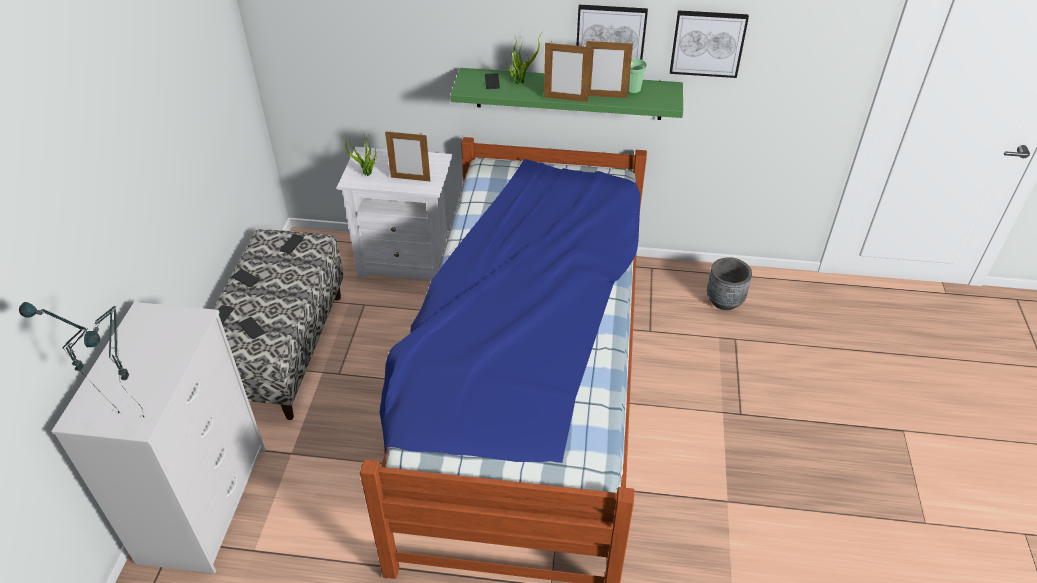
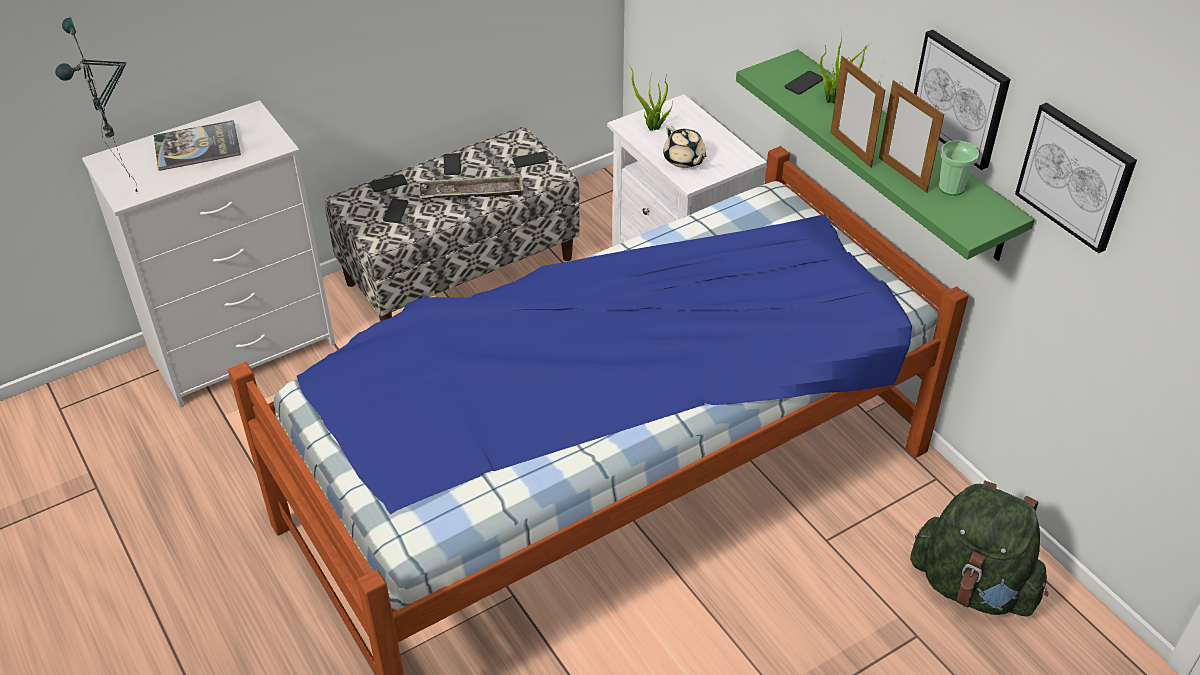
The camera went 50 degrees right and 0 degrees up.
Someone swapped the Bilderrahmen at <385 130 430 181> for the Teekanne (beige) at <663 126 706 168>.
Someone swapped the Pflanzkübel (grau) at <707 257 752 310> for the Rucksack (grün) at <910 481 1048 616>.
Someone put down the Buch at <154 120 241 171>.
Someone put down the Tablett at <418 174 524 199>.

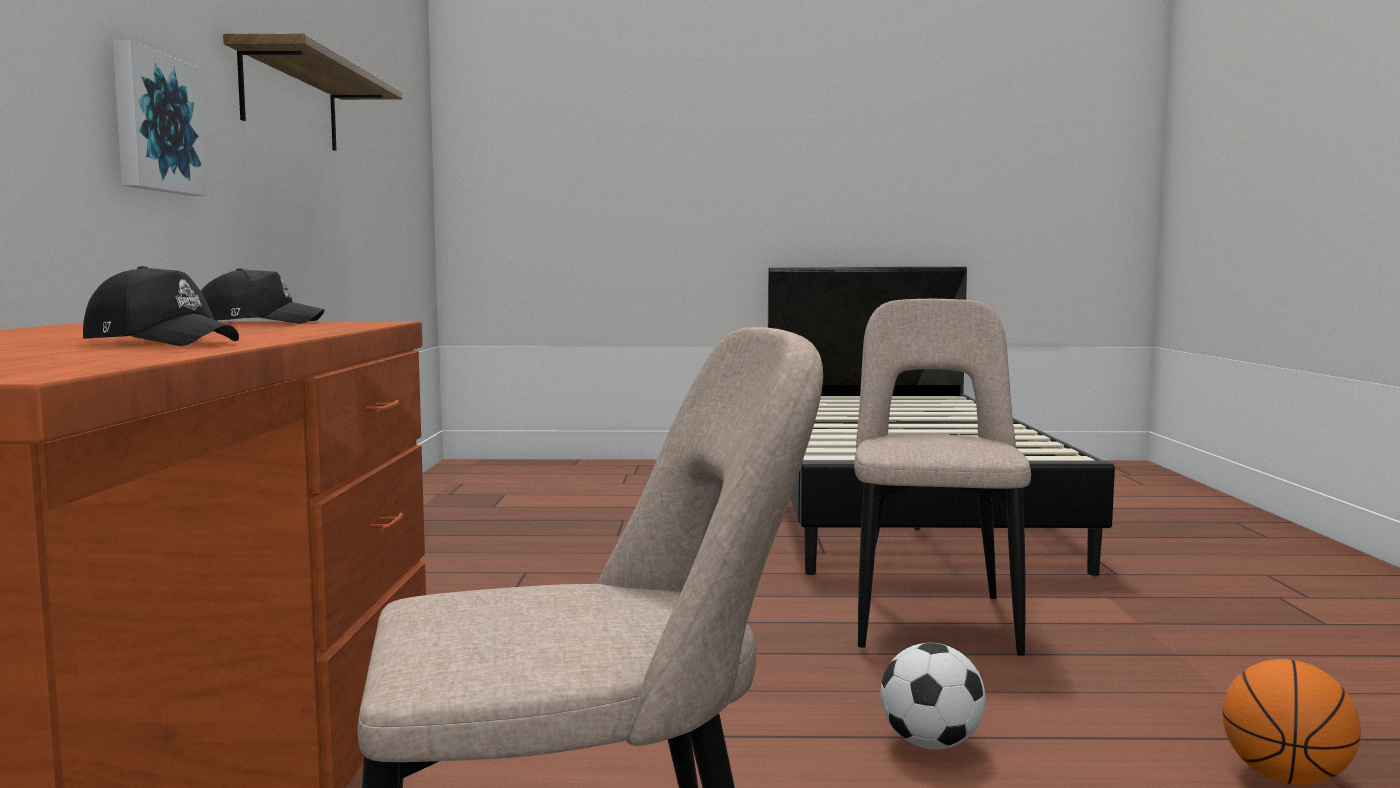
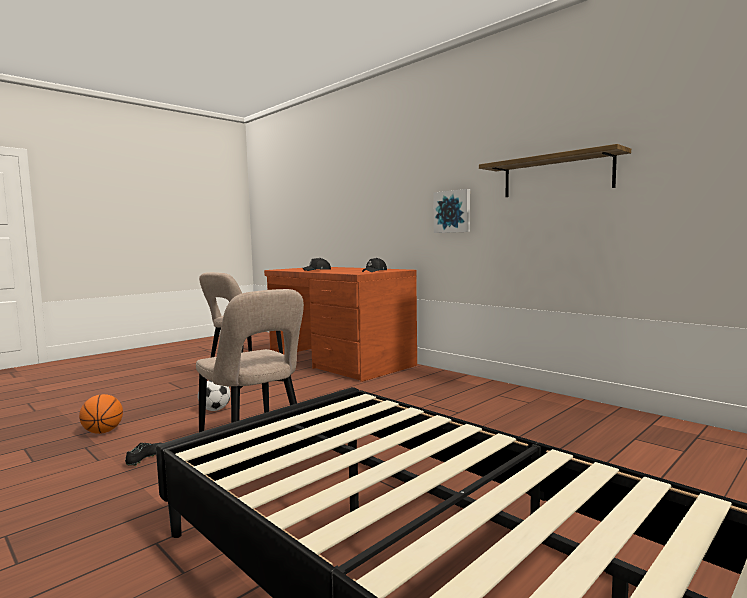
The camera went 135 degrees right and 0 degrees up.
Someone put down the Schuh (schwarz) at <125 443 161 466>.

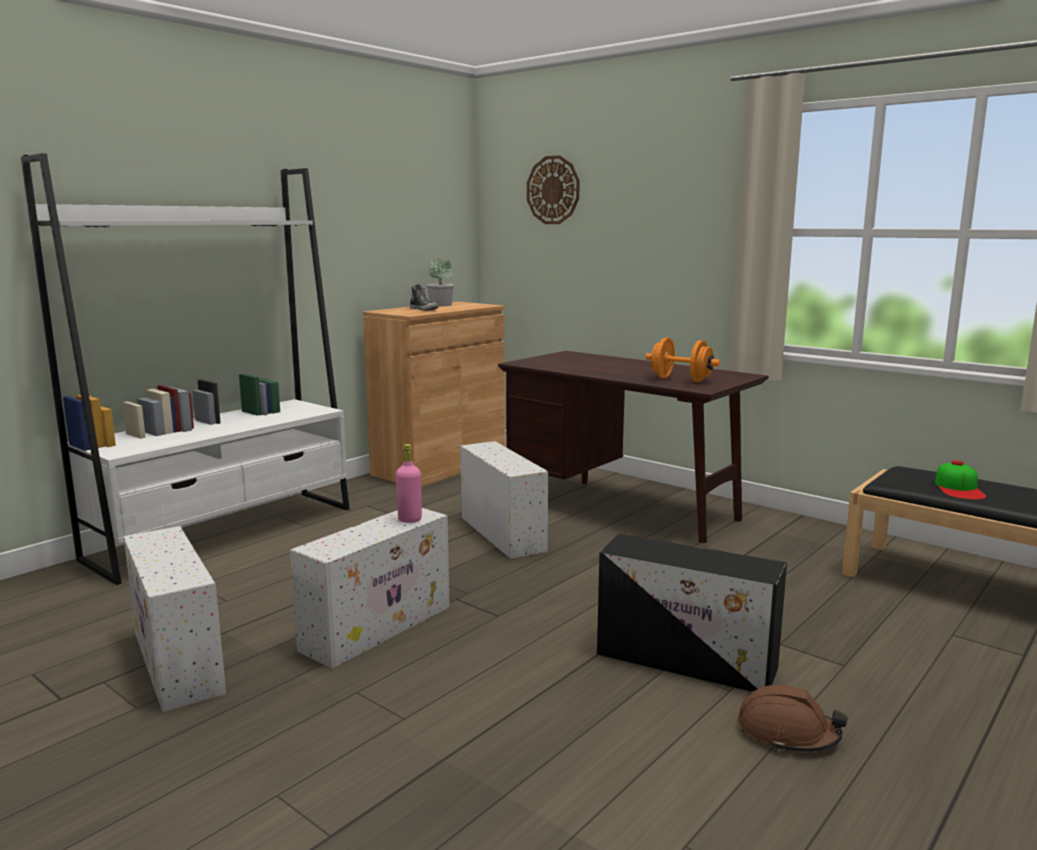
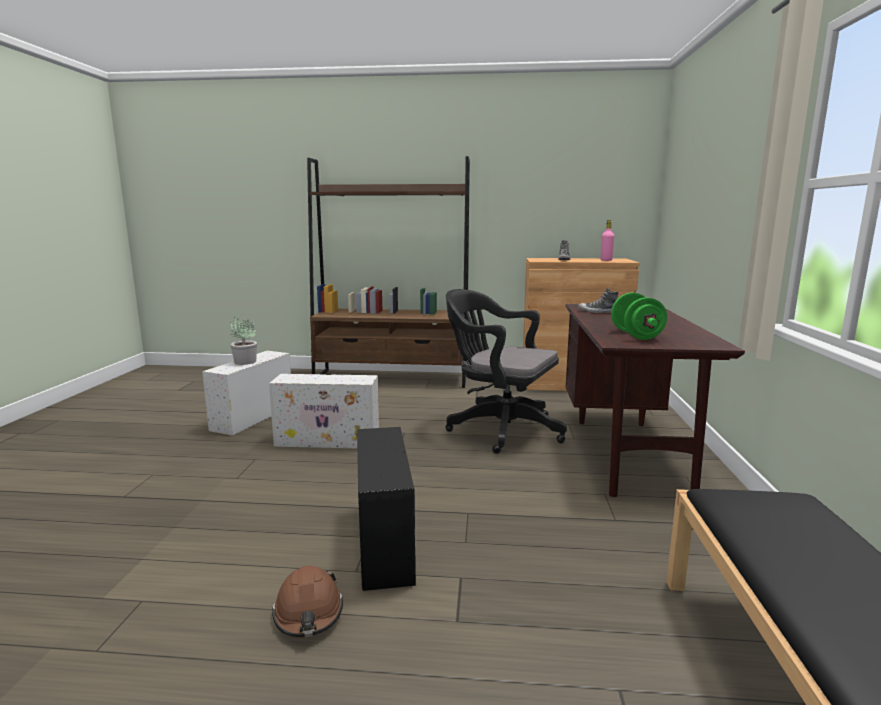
The camera went 55 degrees right and 0 degrees up.
Someone repainted the Bücherregal (weiß) at <21 153 350 585>, which became the Bücherregal (braun) at <307 156 470 388>.
Someone took away the Wanduhr at <527 155 580 224>.
Someone carried the Topfpflanze from <427 258 454 306> to <230 317 257 365>.
Someone repainted the Hantel (orange) at <646 338 720 382>, which became the Hantel (grün) at <611 293 667 340>.
Someone swapped the Aufbewahrungsbox (weiß) at <460 441 548 559> for the Bürostuhl (schwarz) at <445 289 567 454>.
Someone carried the Flasche (rosa) from <396 444 422 523> to <601 220 614 261>.
Someone took away the Kappe at <935 460 986 500>.
Someone put down the Schuh at <578 288 619 313>.

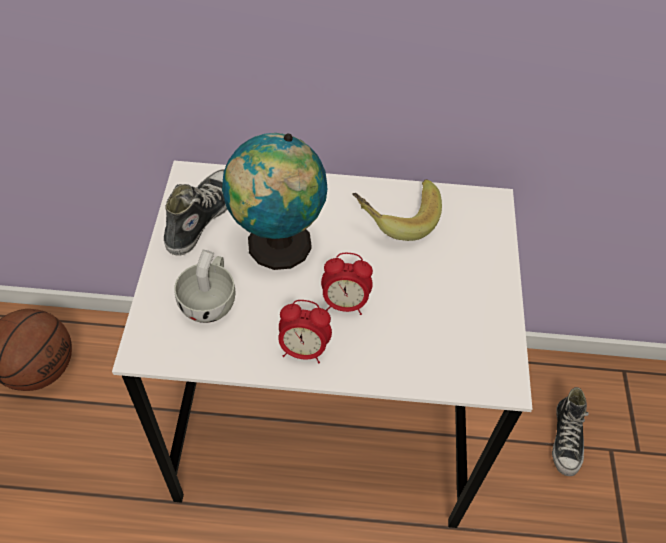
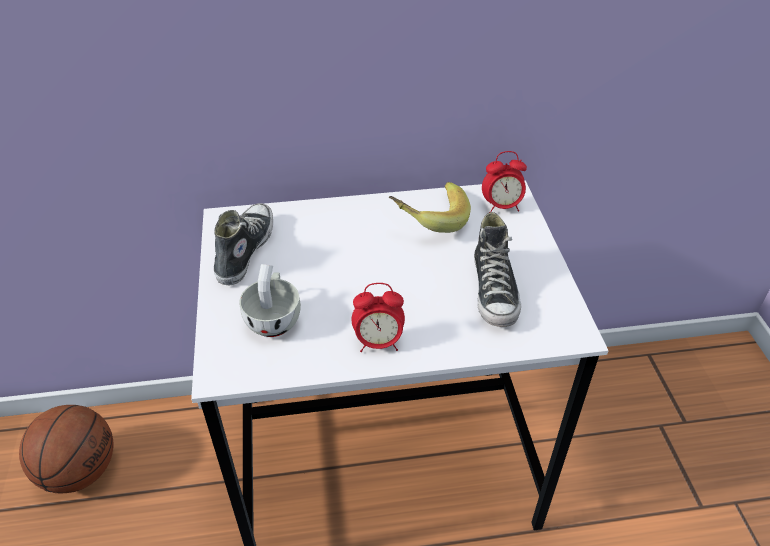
The camera went 10 degrees left and 10 degrees down.
Someone took away the Globus at <222 133 327 270>.
Someone carried the Wecker from <321 253 373 315> to <482 151 527 212>.
Someone carried the Schuh from <552 387 589 476> to <474 212 521 327>.

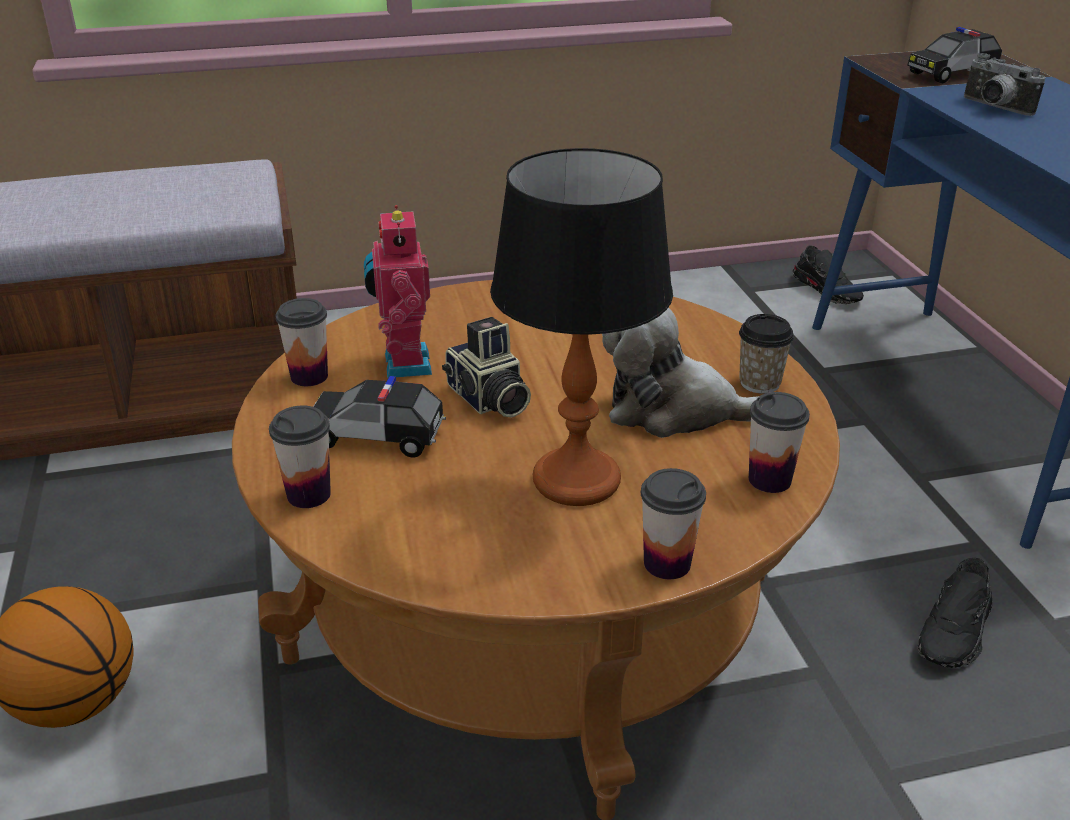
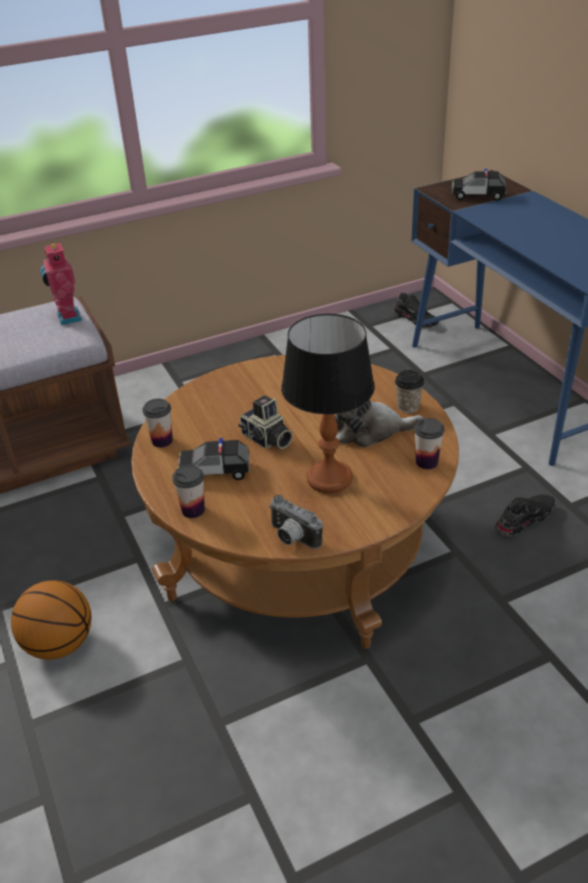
The camera went 10 degrees left and 5 degrees up.
Someone rotated the Spielzeugauto at <907 27 1002 83> by 45 degrees clockwise.
Someone carried the Kamera from <964 53 1045 116> to <269 495 323 549>.
Someone carried the Spielzeugroboter from <364 205 432 378> to <40 241 82 325>.
Someone took away the Tasse at <641 468 706 579>.
Someone rotated the Schuh (schwarz) at <918 558 993 668> by 150 degrees counterclockwise.

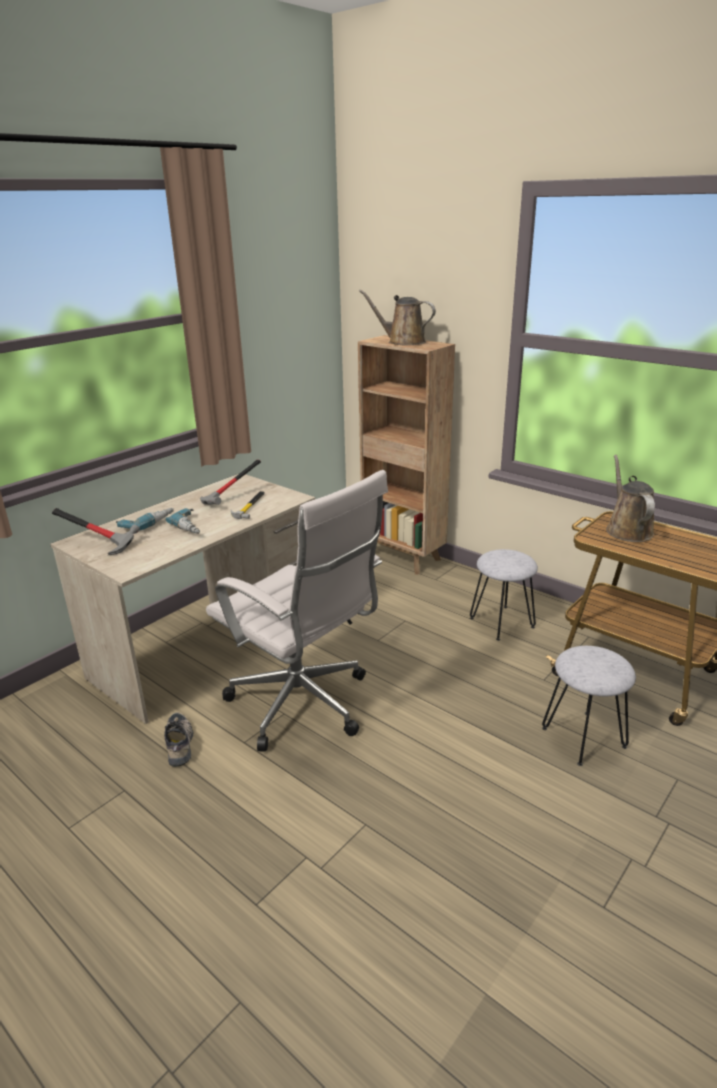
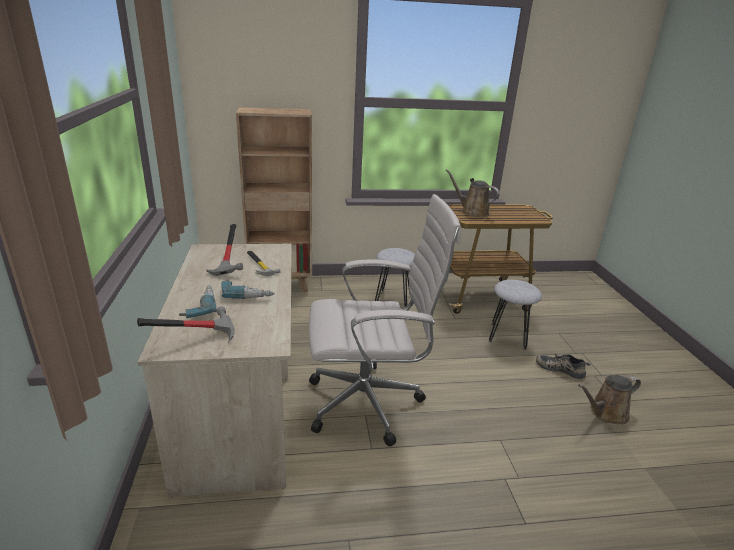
The camera went 50 degrees left and 0 degrees up.
Someone carried the Gießkanne (braun) from <359 290 436 345> to <578 375 641 425>.
Someone carried the Schuh from <164 712 193 767> to <536 354 591 379>.

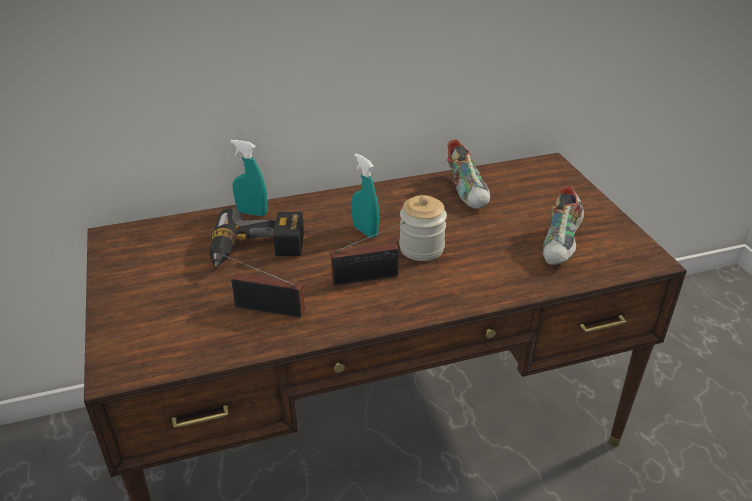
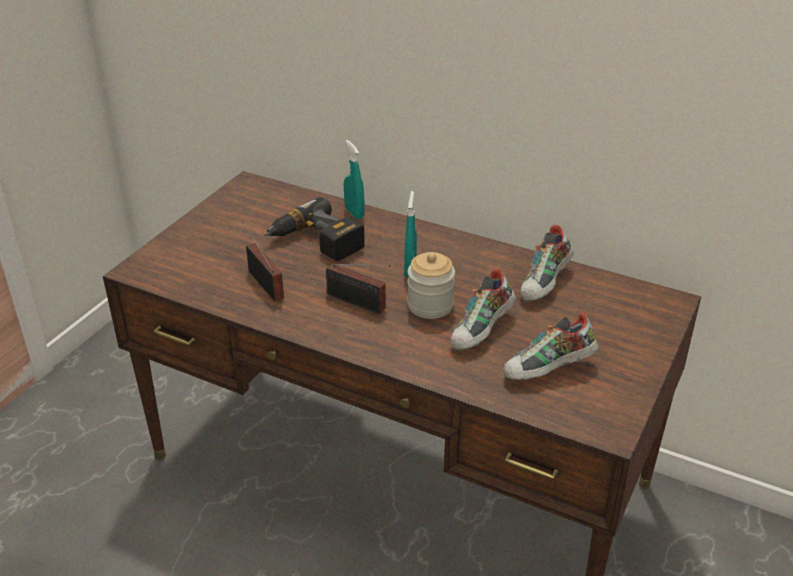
The camera went 45 degrees right and 0 degrees up.
Someone put down the Schuh at <451 268 516 351>.

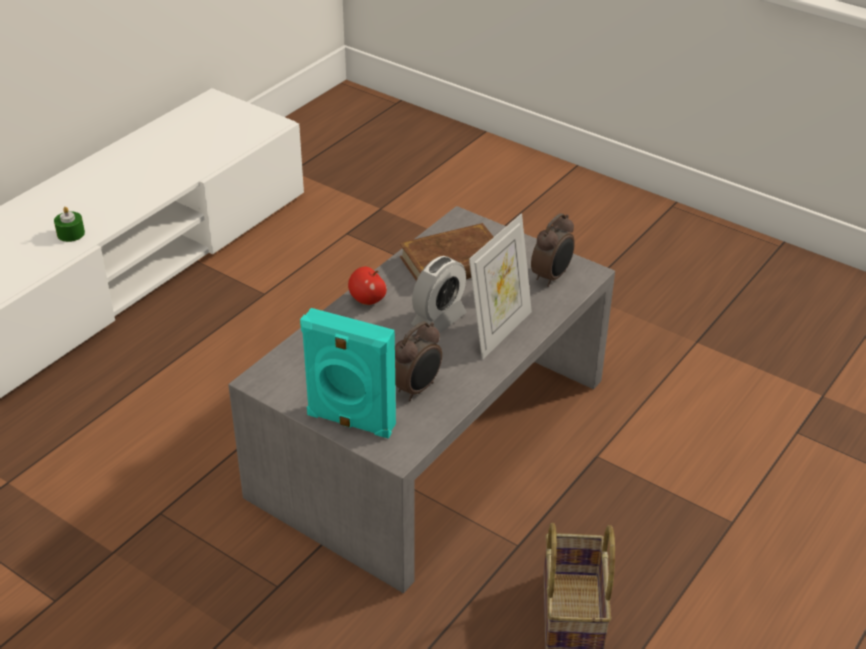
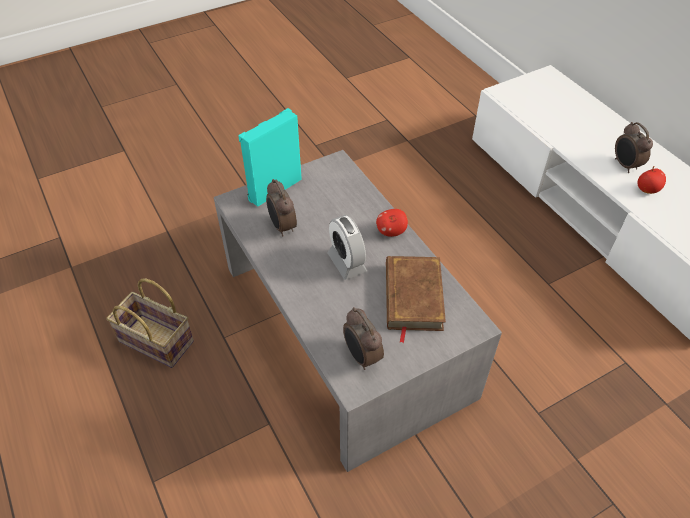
The camera went 115 degrees right and 10 degrees up.
Someone took away the Kerze (grün) at <54 207 85 242>.
Someone took away the Bilderrahmen at <469 214 532 360>.
Someone put down the Wecker at <615 122 653 173>.
Someone put down the Apfel at <637 166 666 194>.

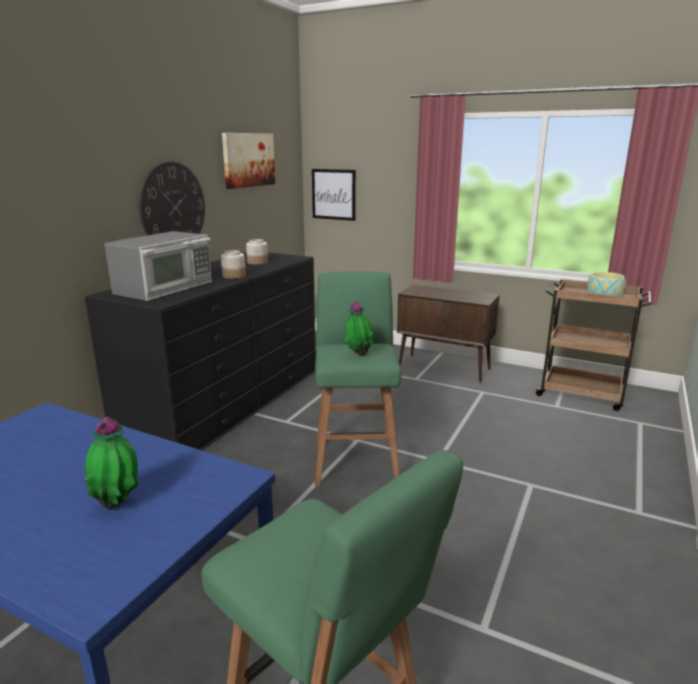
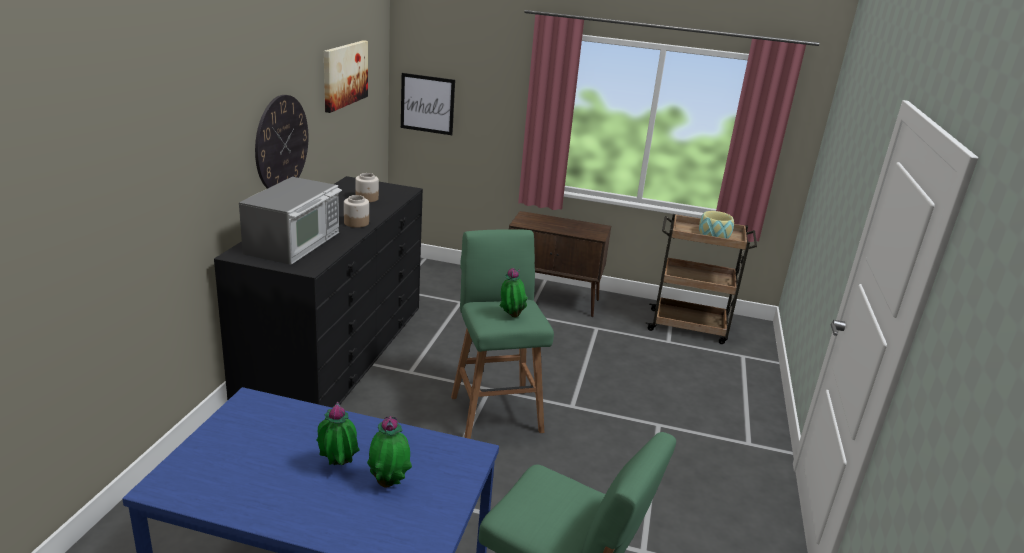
The camera went 15 degrees left and 5 degrees up.
Someone put down the Topfpflanze at <316 402 359 465>.

